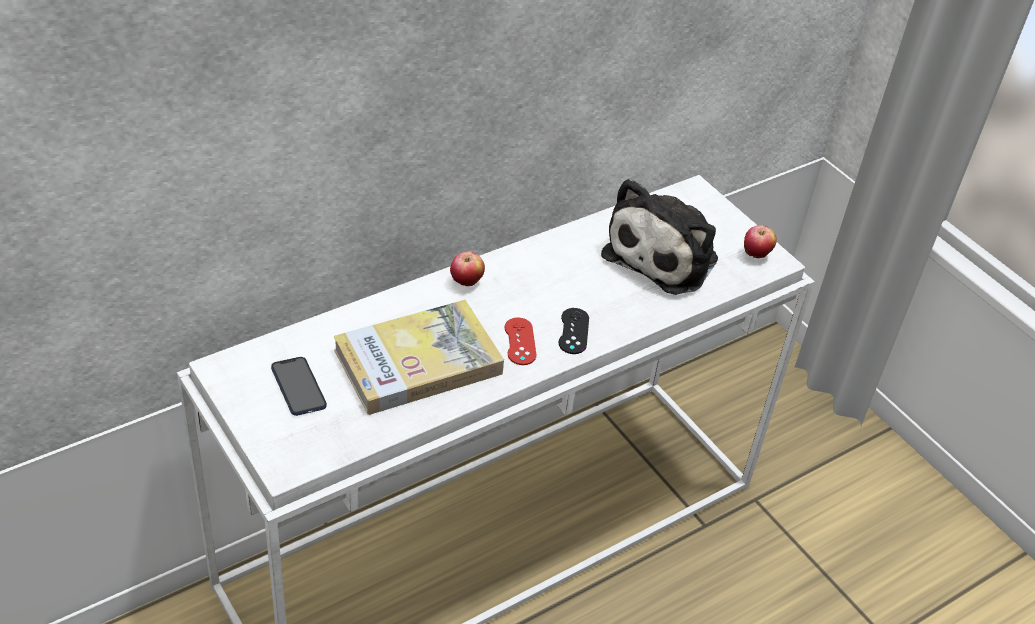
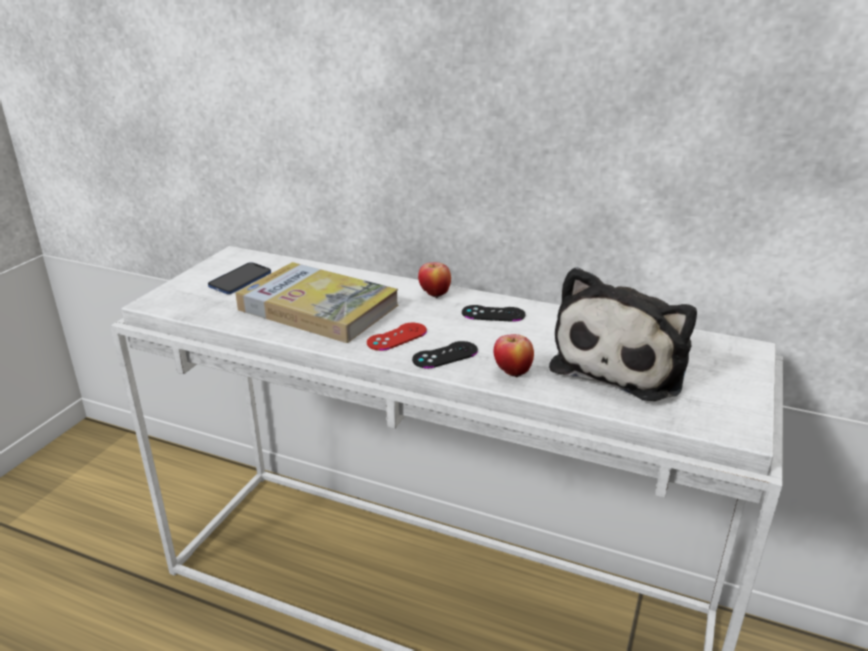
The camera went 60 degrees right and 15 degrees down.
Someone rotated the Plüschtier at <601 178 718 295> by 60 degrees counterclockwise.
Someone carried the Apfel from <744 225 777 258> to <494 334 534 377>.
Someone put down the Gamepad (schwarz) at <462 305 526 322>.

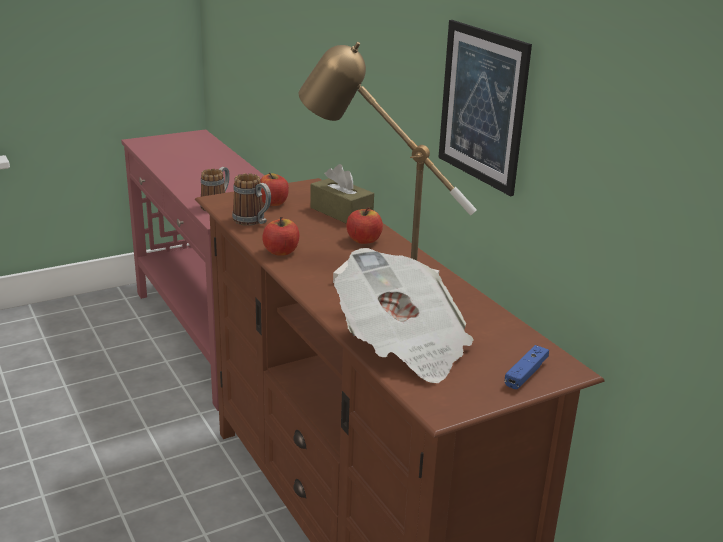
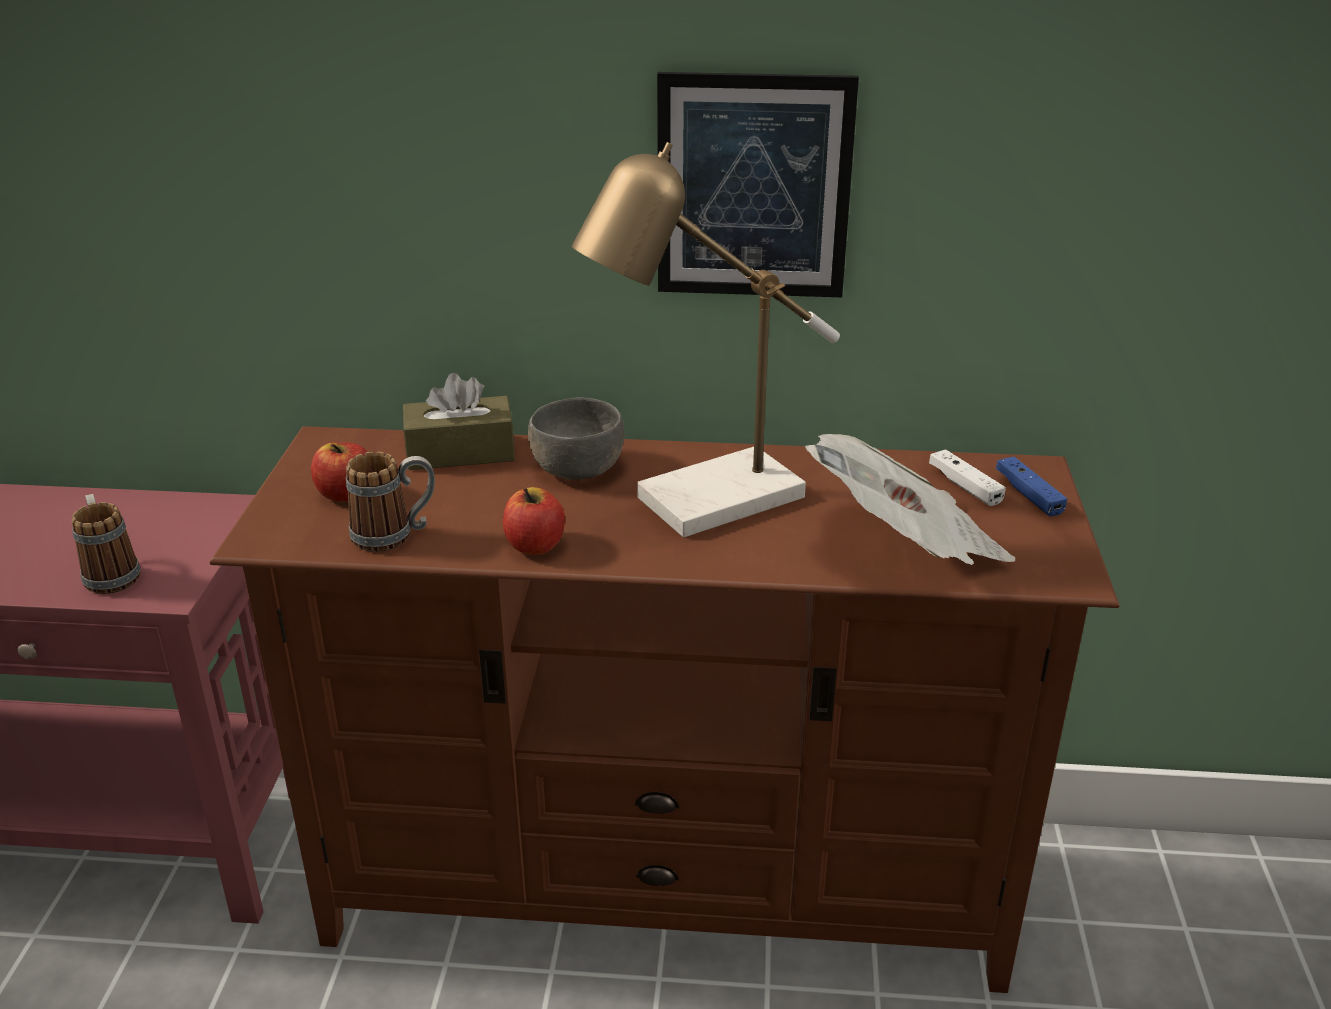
The camera went 55 degrees left and 5 degrees up.
Someone swapped the Apfel at <346 207 383 244> for the Schüssel (grau) at <528 398 625 480>.
Someone put down the Gamepad (weiß) at <929 449 1006 506>.

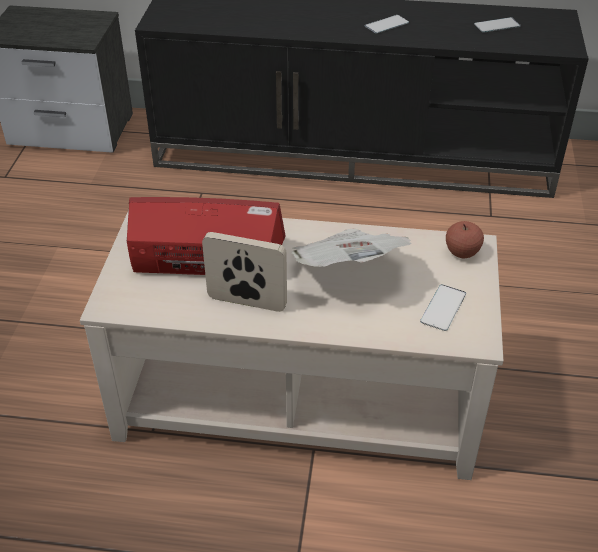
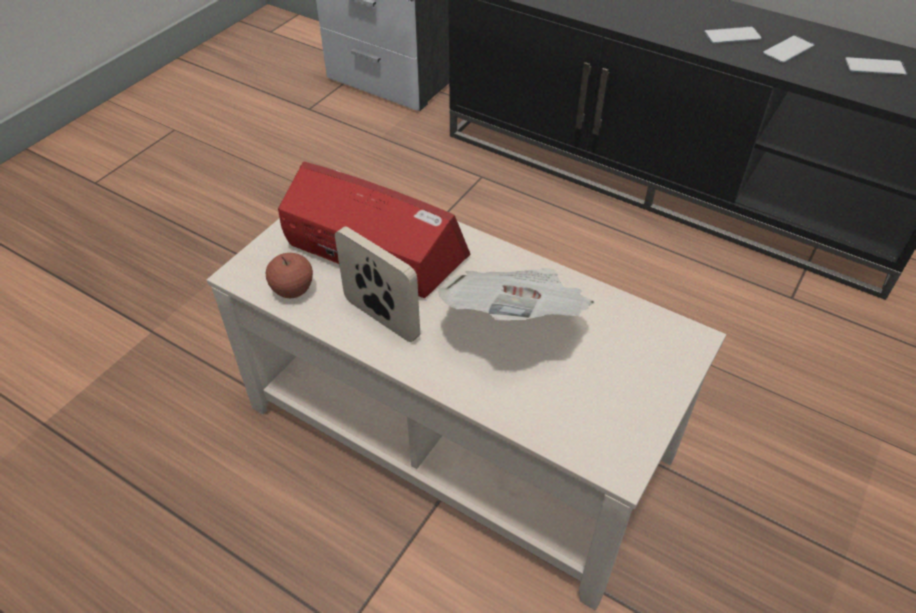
The camera went 25 degrees right and 5 degrees up.
Someone carried the Apfel from <446 221 484 258> to <266 253 313 298>.
Someone carried the Handy from <420 284 466 331> to <763 35 815 63>.

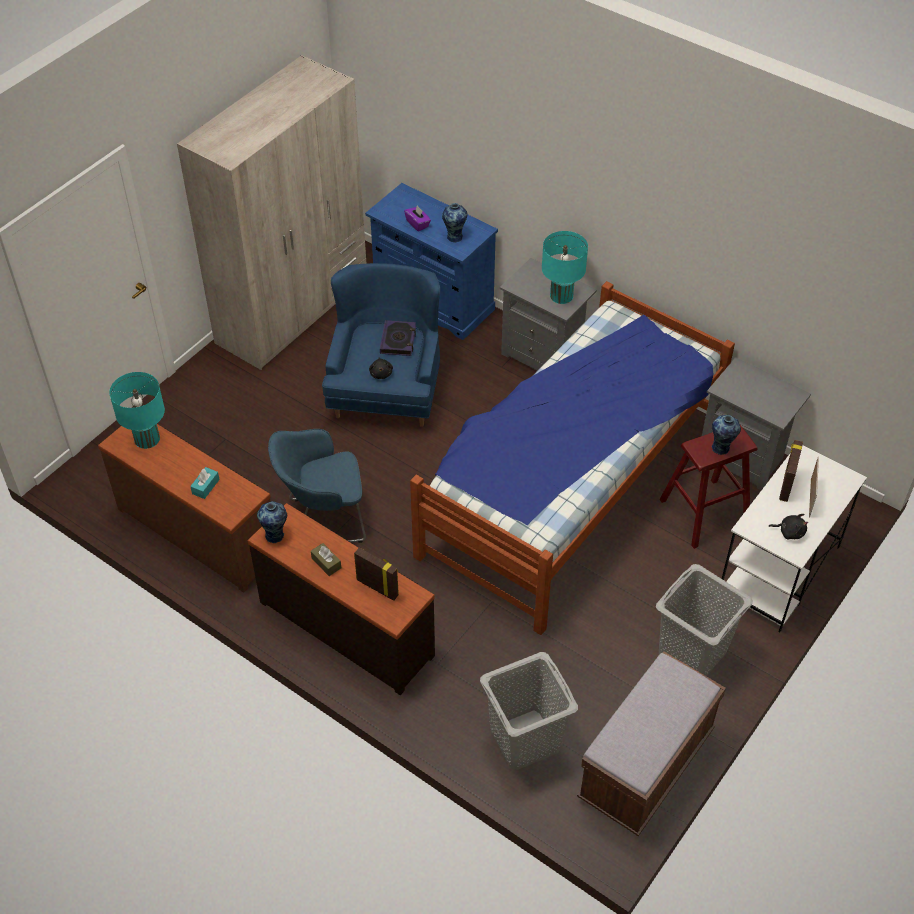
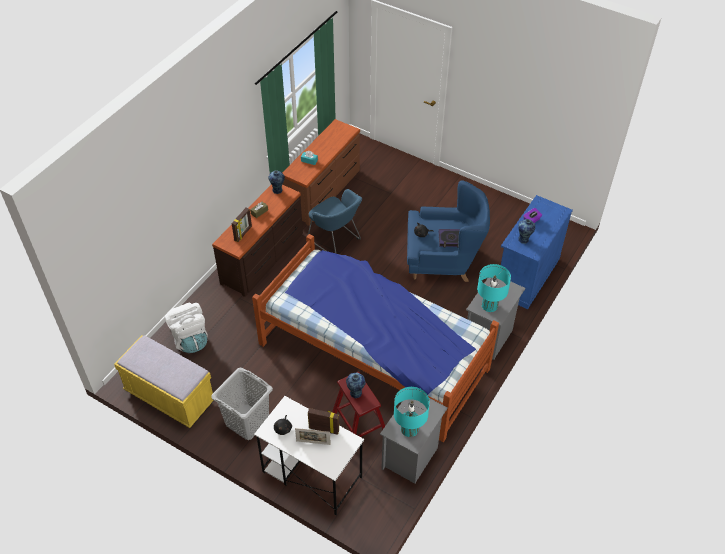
The camera went 85 degrees right and 0 degrees up.
Someone took away the Kleiderschrank (beige) at <177 55 366 370>.
Someone carried the Tischlampe (türkis) from <109 372 165 449> to <394 387 430 437>.
Someone rotated the Sessel (blau) at <268 429 366 543> by 150 degrees clockwise.
Someone swapped the Wäschekorb (grau) at <480 652 578 770> for the Rucksack (weiß) at <165 303 208 353>.
Someone repainted the Bank (braun) at <577 652 726 836>, which became the Bank (gelb) at <114 335 214 428>.

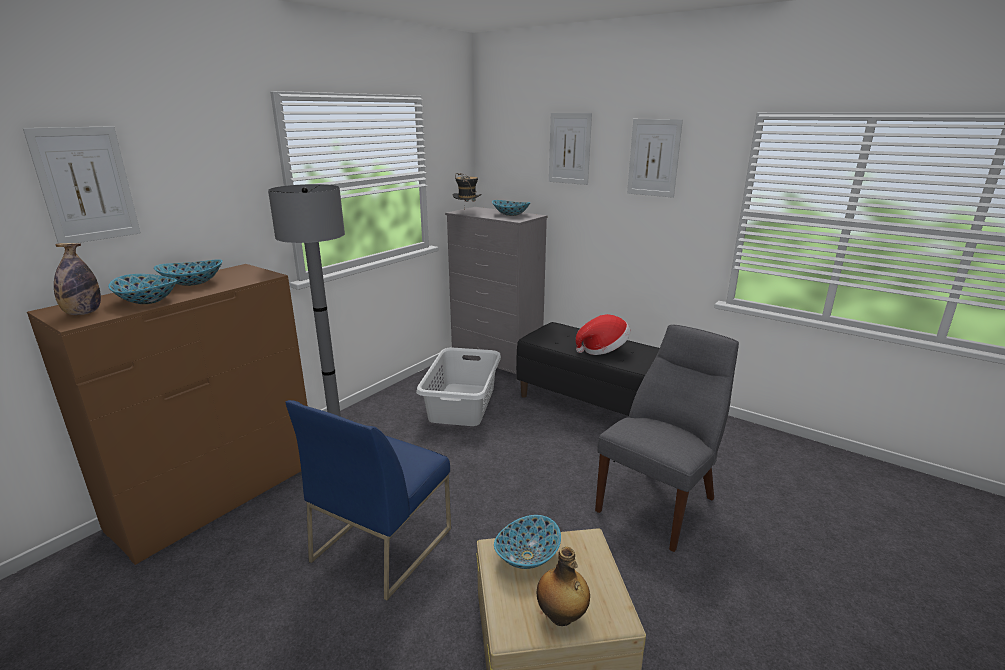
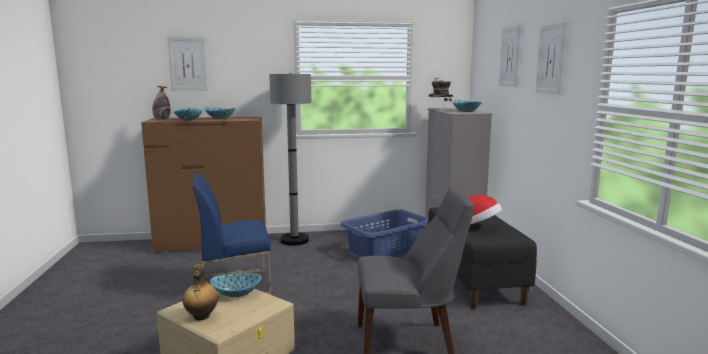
The camera went 45 degrees right and 10 degrees down.
Someone repainted the Wäschekorb (grau) at <416 347 501 426>, which became the Wäschekorb (blau) at <340 209 428 257>.

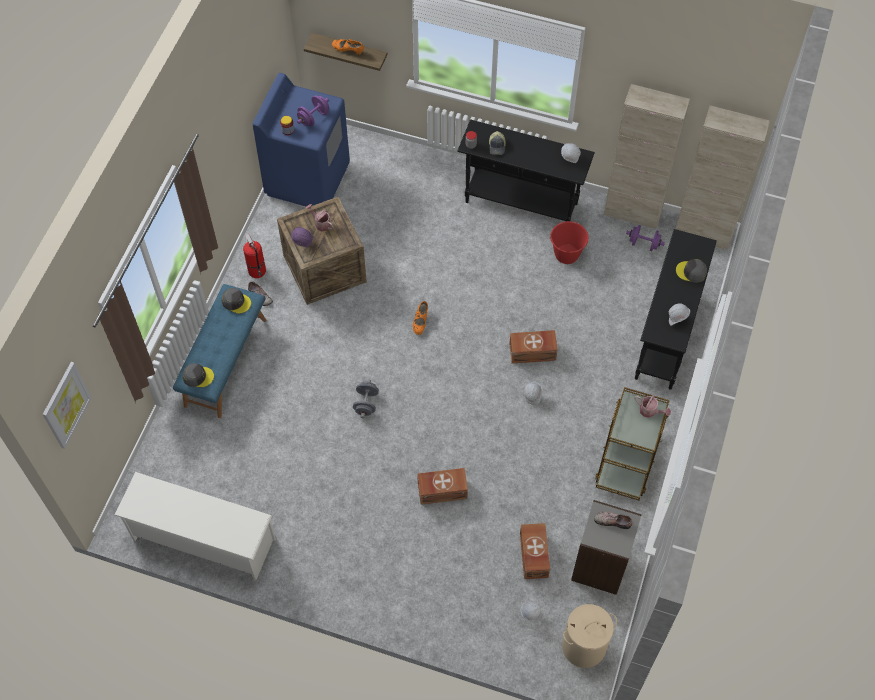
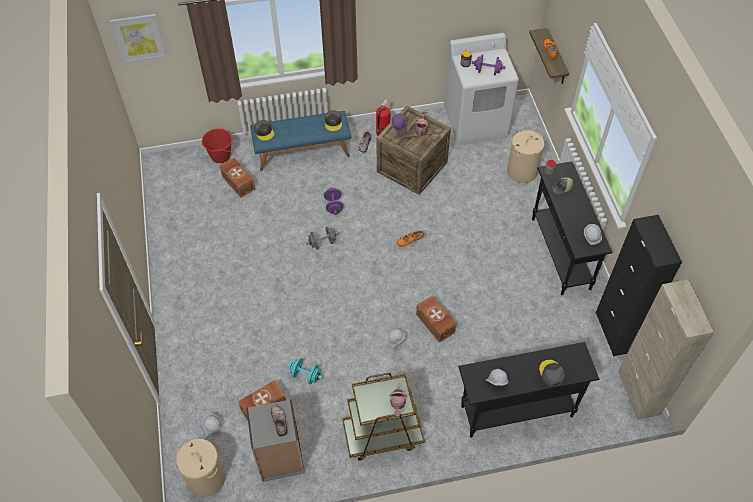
The camera went 60 degrees right and 5 degrees down.
Someone repainted the Waschmaschine (blau) at <252 73 350 207>, which became the Waschmaschine (weiß) at <444 33 519 145>.
Someone repainted the Schrank (beige) at <604 84 690 229>, which became the Schrank (schwarz) at <596 215 682 356>.
Someone carried the Eimer (rot) from <549 221 589 264> to <202 128 232 163>.
Someone carried the Hantel (lila) from <626 225 665 251> to <324 187 344 215>.
Someone carried the Aufbewahrungsbox (braun) from <417 468 468 505> to <220 158 255 198>.
Someone took away the Schuhregal (weiß) at <115 472 276 581>.
Someone put down the Wäschekorb (beige) at <507 130 544 183>.
Someone put down the Hantel (türkis) at <288 358 323 384>.

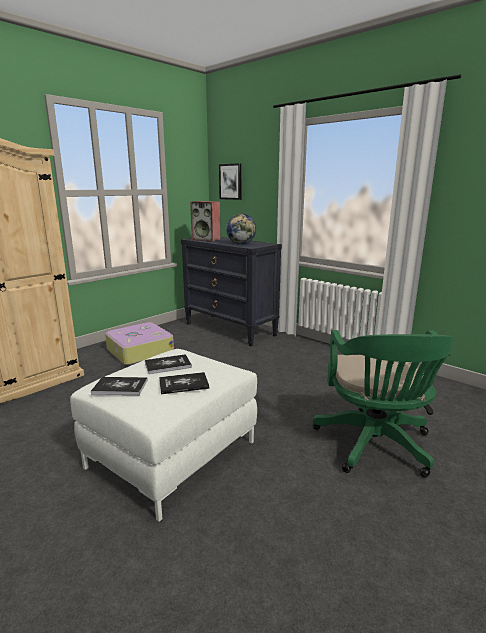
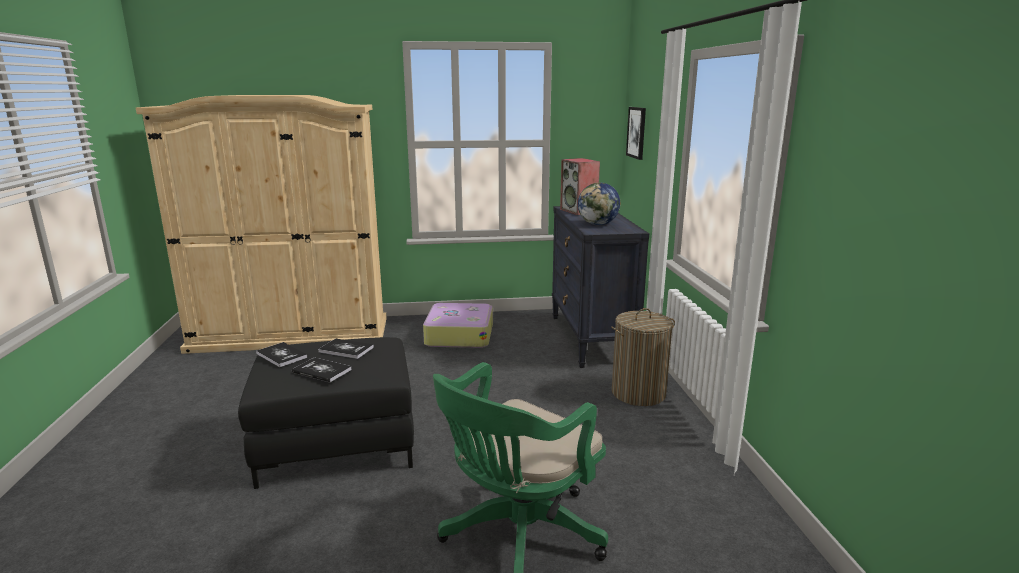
The camera went 40 degrees right and 0 degrees up.
Someone repainted the Polsterhocker (weiß) at <70 349 257 522>, which became the Polsterhocker (schwarz) at <238 337 414 489>.
Someone put down the Wäschekorb at <611 308 675 406>.

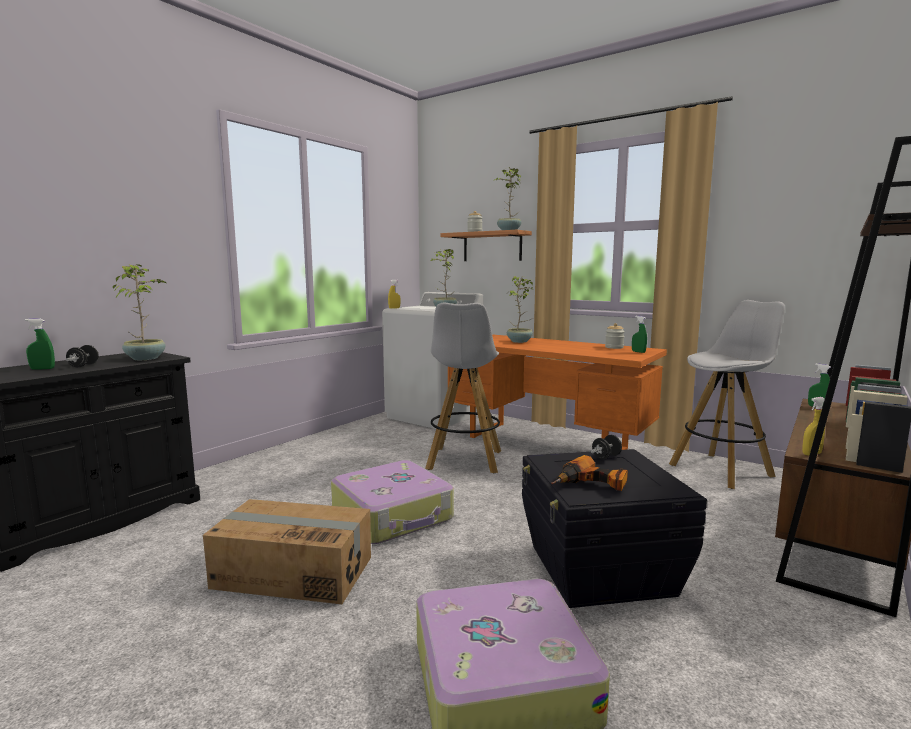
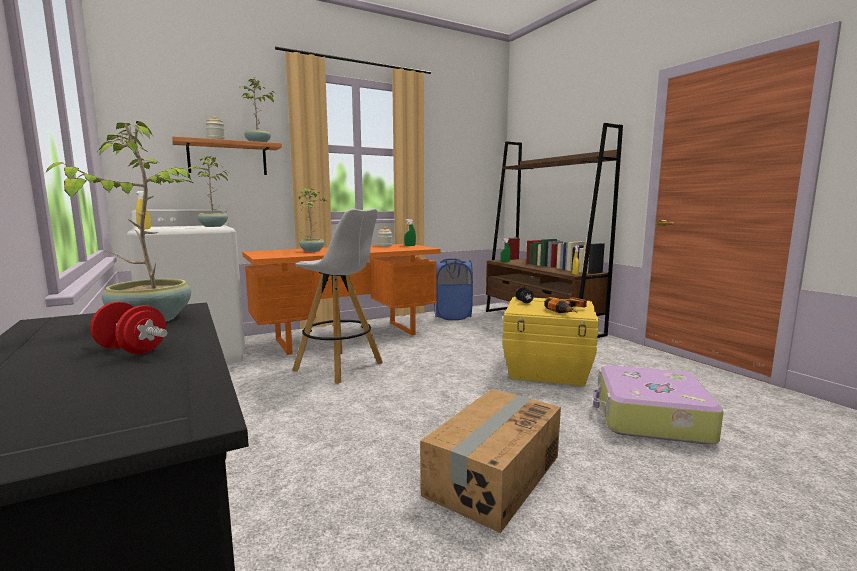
The camera went 65 degrees left and 0 degrees up.
Someone swapped the Hocker (weiß) at <669 300 785 489> for the Wäschekorb (blau) at <434 259 473 320>.
Someone took away the Sprühflasche (grün) at <25 319 55 370>.
Someone repainted the Hantel (schwarz) at <66 345 99 367>, which became the Hantel (rot) at <90 302 168 354>.
Someone repainted the Aufbewahrungsbox (schwarz) at <522 449 707 608>, which became the Aufbewahrungsbox (gelb) at <503 297 599 386>.
Someone took away the Koffer at <331 460 454 544>.

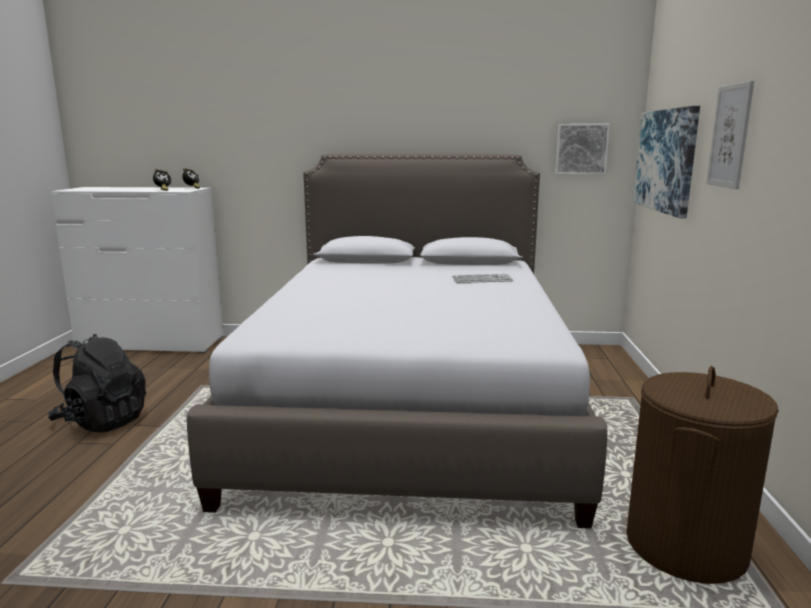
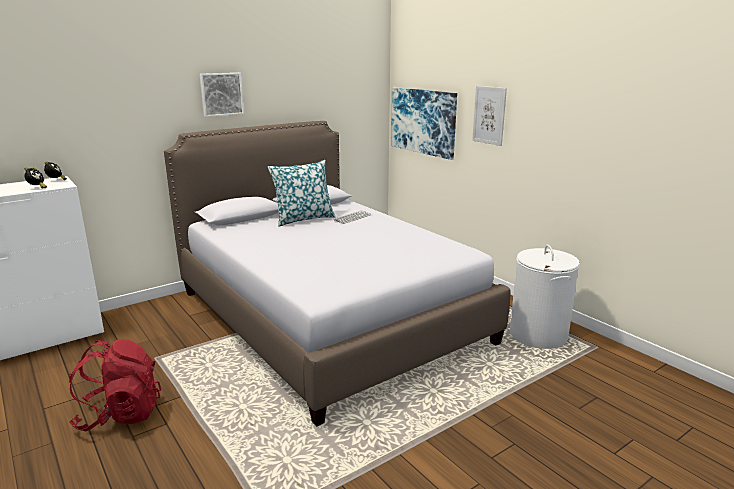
The camera went 40 degrees left and 5 degrees up.
Someone carried the Bild from <555 124 610 175> to <200 73 244 117>.
Someone repainted the Rucksack (schwarz) at <48 334 146 432>, which became the Rucksack (rot) at <69 339 161 432>.
Someone repainted the Wäschekorb (braun) at <626 366 779 584>, which became the Wäschekorb (weiß) at <510 245 580 349>.
Someone put down the Kissen at <268 160 335 227>.

